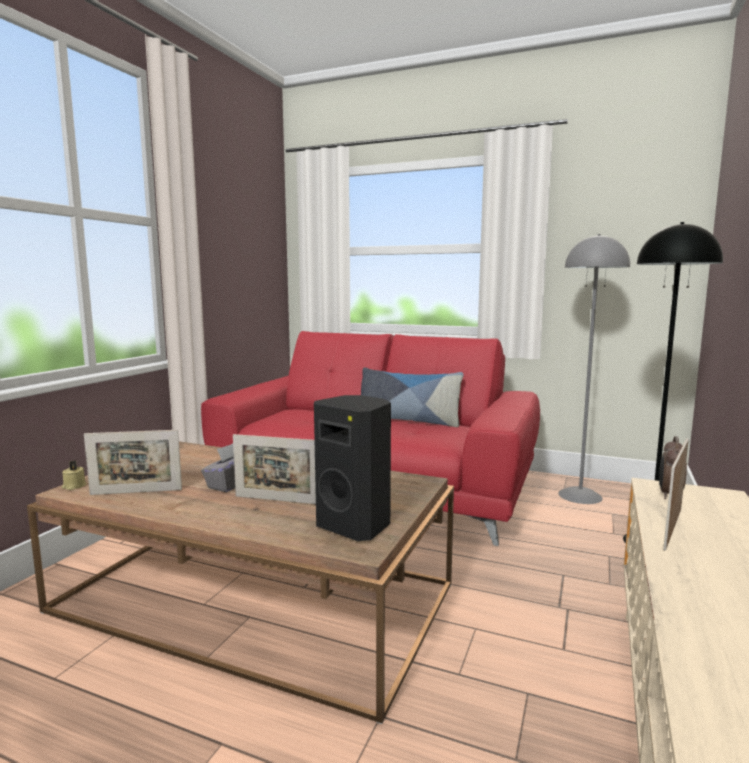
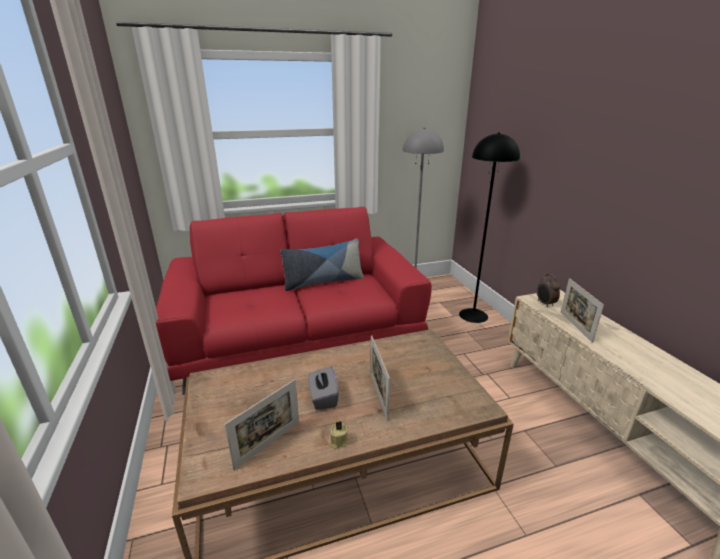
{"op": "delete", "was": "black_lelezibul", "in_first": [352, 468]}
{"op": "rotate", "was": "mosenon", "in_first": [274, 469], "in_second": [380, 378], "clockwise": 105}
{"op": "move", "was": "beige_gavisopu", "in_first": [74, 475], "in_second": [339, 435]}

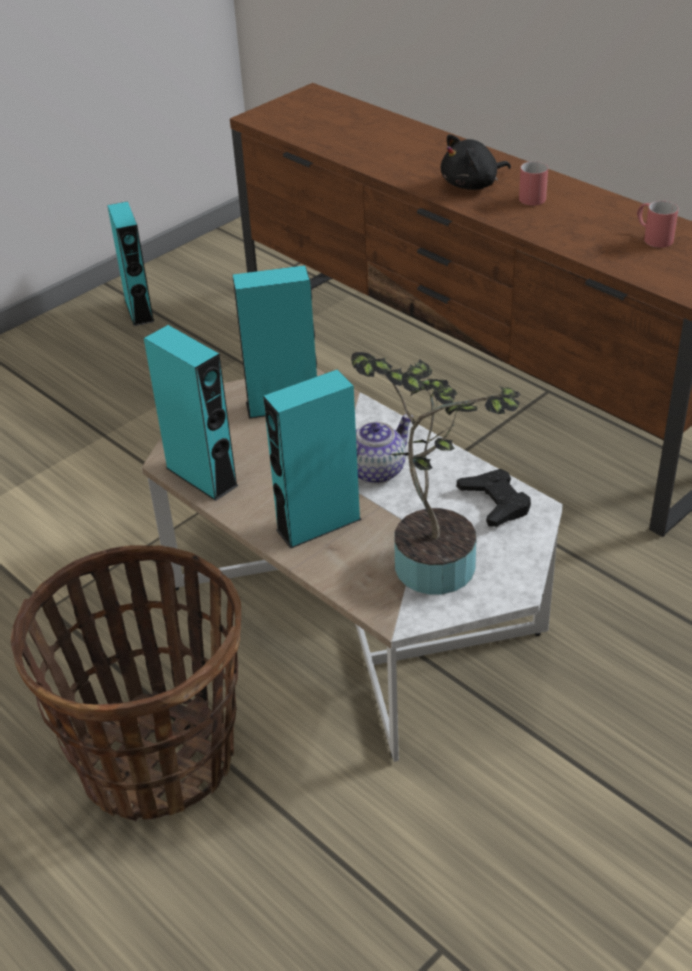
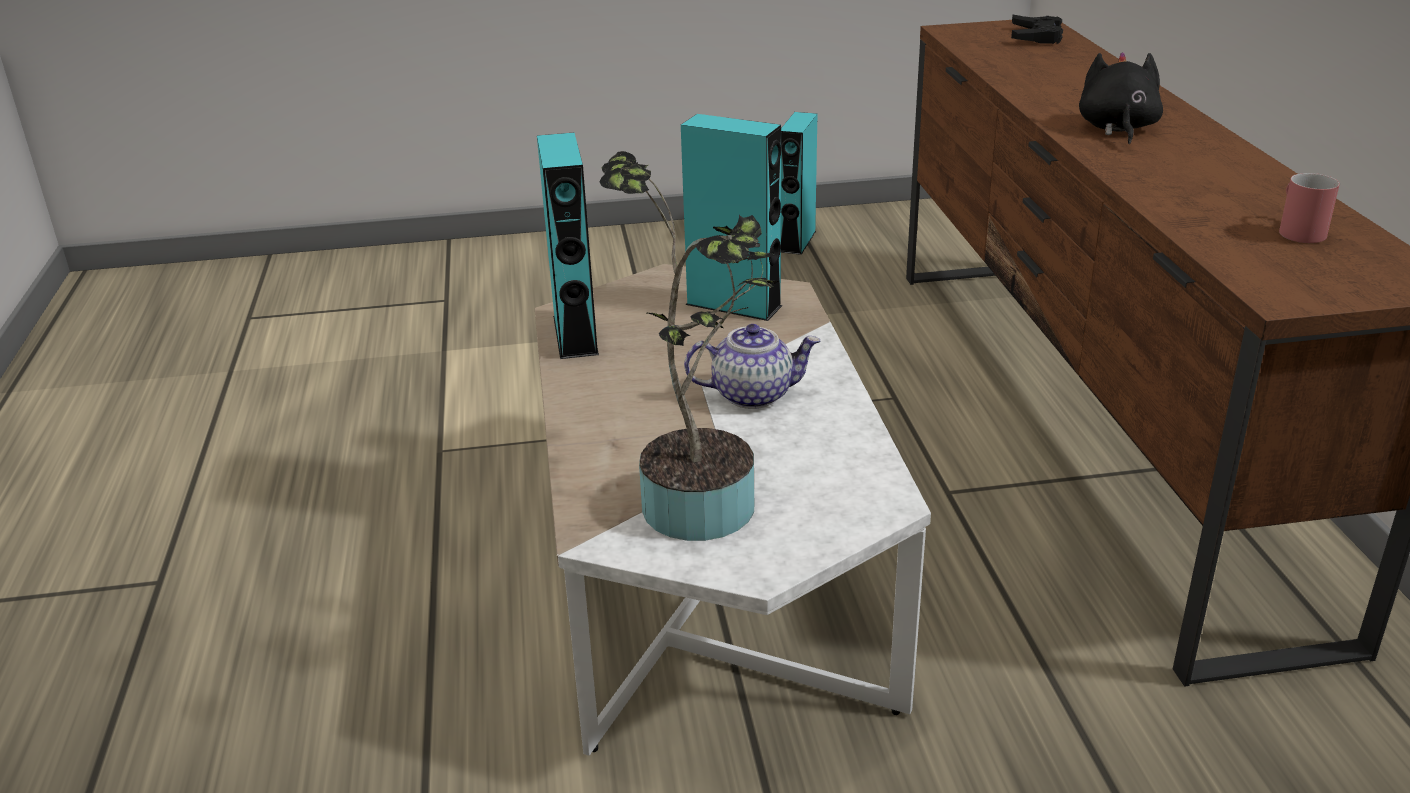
{"op": "rotate", "was": "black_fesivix", "in_first": [476, 162], "in_second": [1121, 98], "clockwise": 90}
{"op": "delete", "was": "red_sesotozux", "in_first": [533, 183]}
{"op": "delete", "was": "turquoise_lelezibul", "in_first": [312, 459]}
{"op": "move", "was": "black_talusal", "in_first": [494, 498], "in_second": [1037, 29]}
{"op": "delete", "was": "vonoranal", "in_first": [126, 683]}

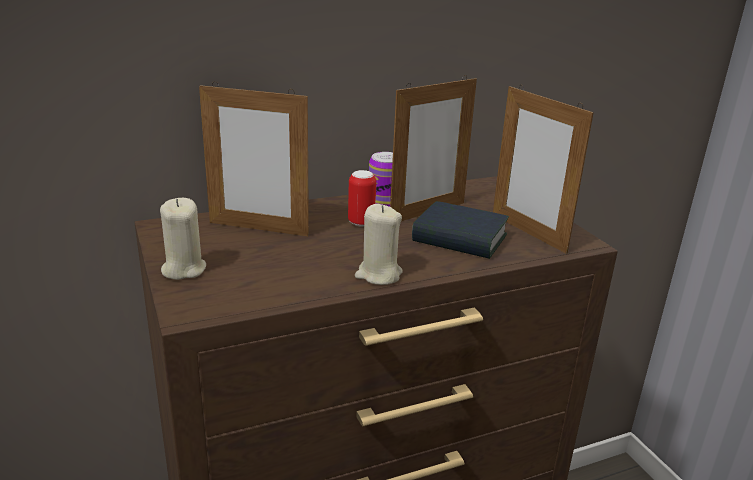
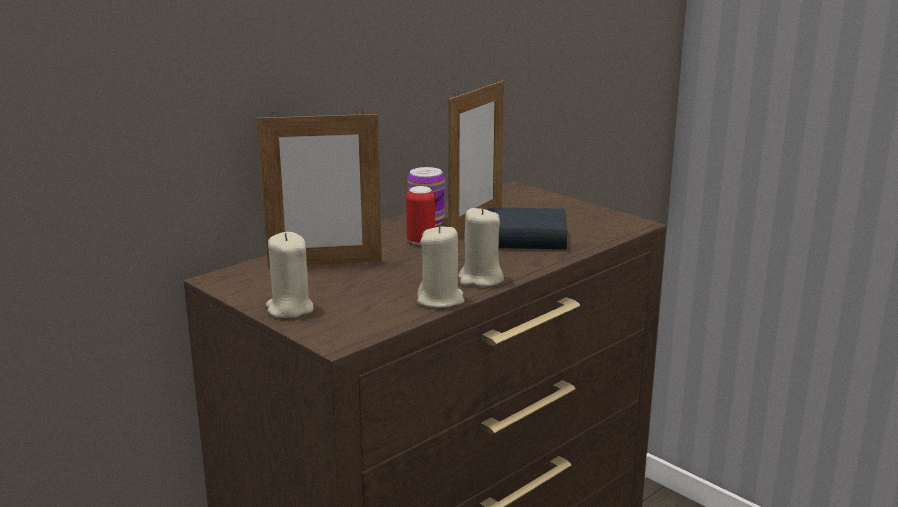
{"op": "delete", "was": "mosenon", "in_first": [543, 169]}
{"op": "insert", "now": "beige_gavisopu", "in_second": [440, 266]}

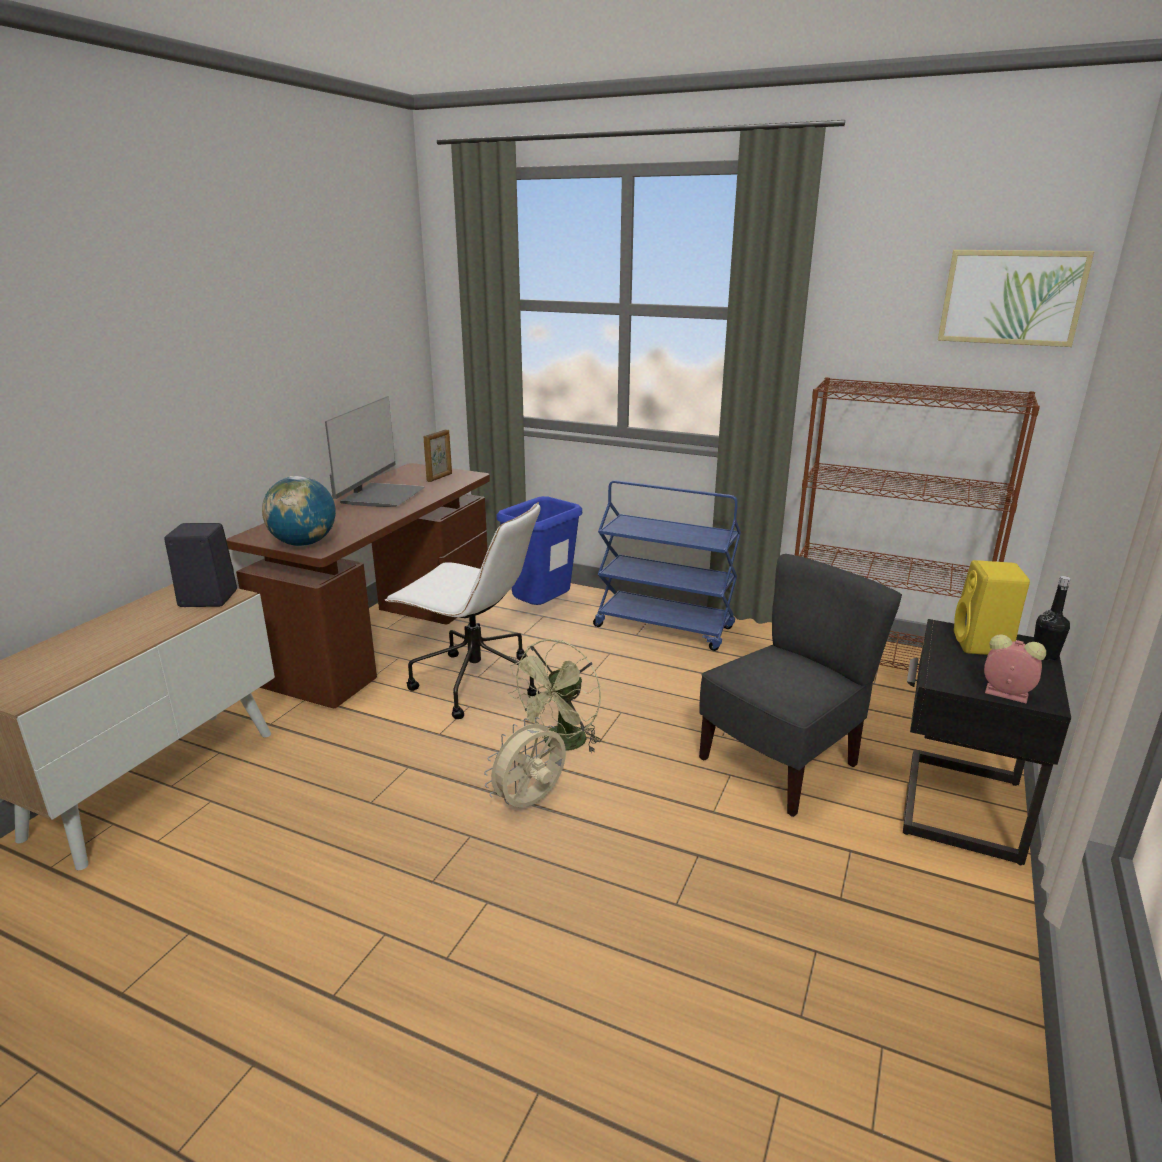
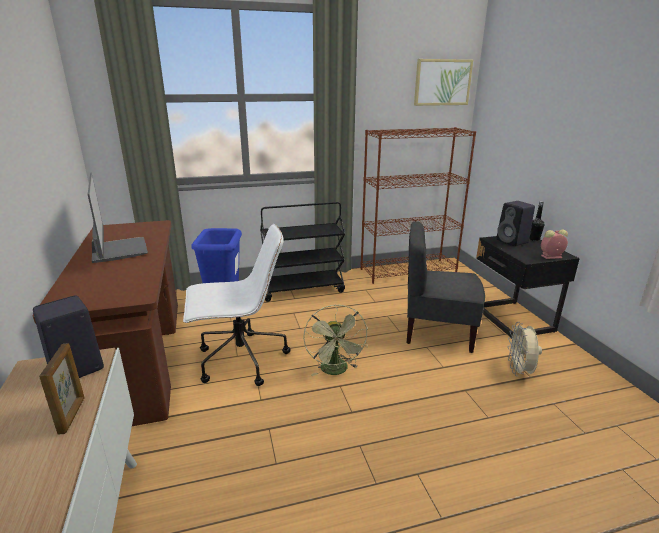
{"op": "move", "was": "mosenon", "in_first": [437, 455], "in_second": [62, 389]}
{"op": "delete", "was": "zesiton", "in_first": [299, 511]}
{"op": "recolor", "was": "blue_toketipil", "now": "black_toketipil", "in_first": [667, 565], "in_second": [302, 252]}
{"op": "rotate", "was": "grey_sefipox", "in_first": [800, 685], "in_second": [446, 287], "clockwise": -90}
{"op": "recolor", "was": "yellow_lelezibul", "now": "black_lelezibul", "in_first": [992, 607], "in_second": [515, 223]}
{"op": "move", "was": "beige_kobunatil", "in_first": [525, 762], "in_second": [524, 349]}

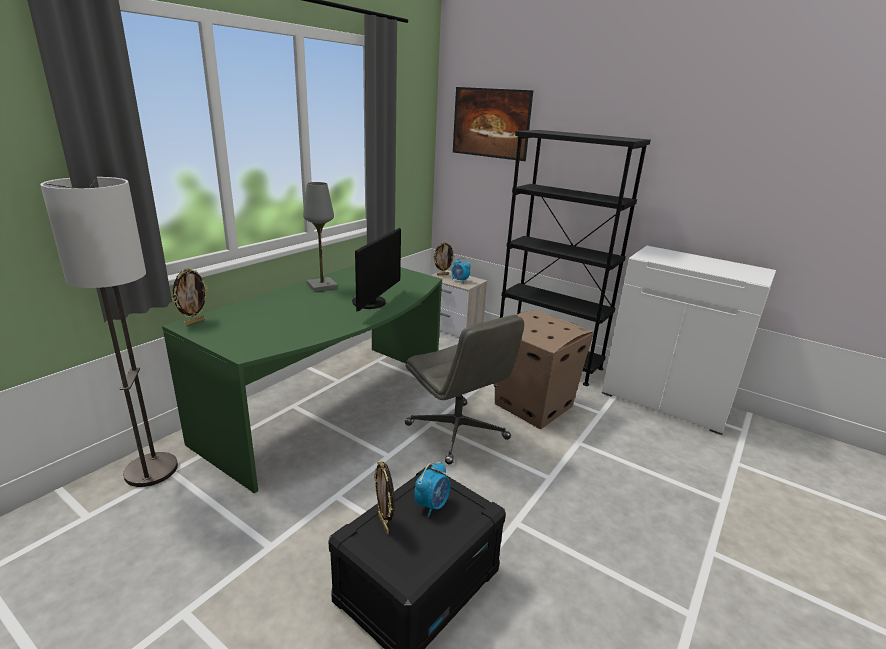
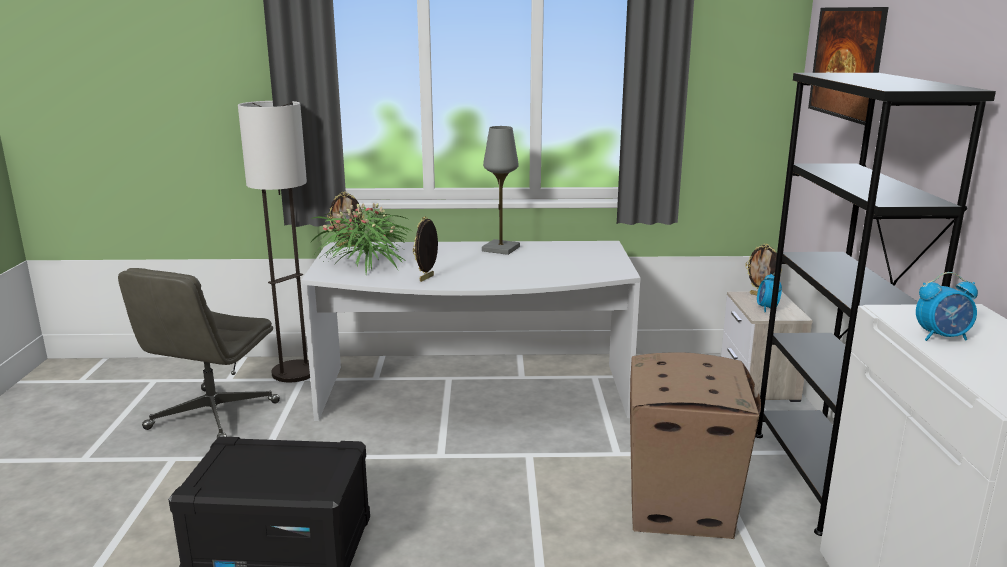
{"op": "delete", "was": "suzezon", "in_first": [376, 270]}
{"op": "recolor", "was": "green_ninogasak", "now": "white_ninogasak", "in_first": [302, 379], "in_second": [471, 331]}
{"op": "move", "was": "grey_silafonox", "in_first": [464, 389], "in_second": [199, 353]}
{"op": "move", "was": "mosenon", "in_first": [384, 497], "in_second": [425, 249]}
{"op": "move", "was": "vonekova", "in_first": [432, 489], "in_second": [947, 306]}
{"op": "insert", "now": "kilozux", "in_second": [361, 238]}

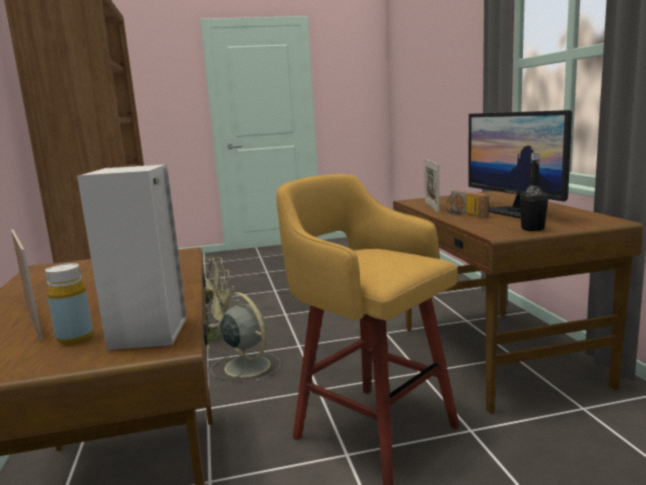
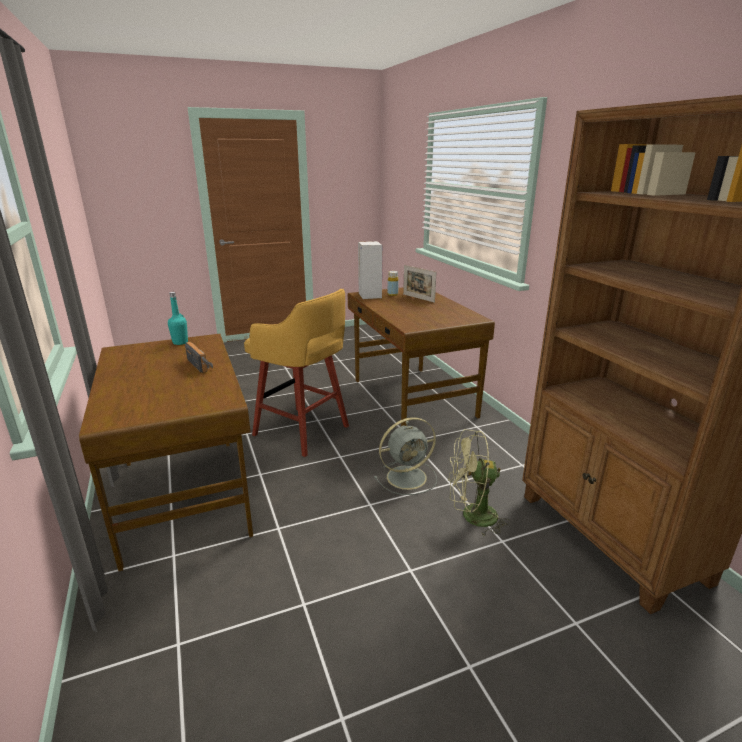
{"op": "delete", "was": "suzezon", "in_first": [520, 164]}
{"op": "recolor", "was": "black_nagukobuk", "now": "turquoise_nagukobuk", "in_first": [534, 191], "in_second": [178, 318]}
{"op": "delete", "was": "mosenon", "in_first": [432, 186]}
{"op": "rotate", "was": "grey_kobunatil", "in_first": [246, 337], "in_second": [405, 456], "clockwise": -60}

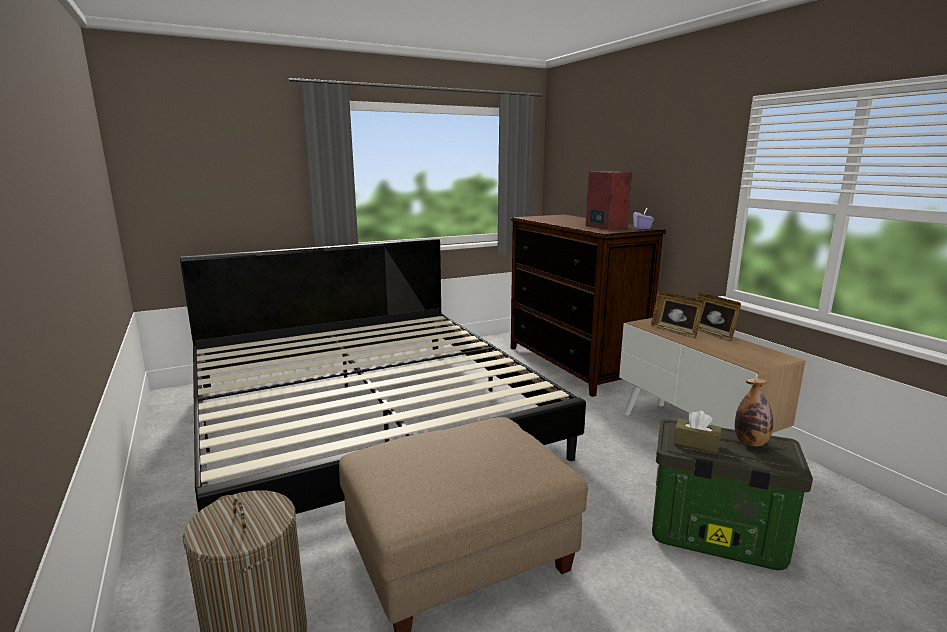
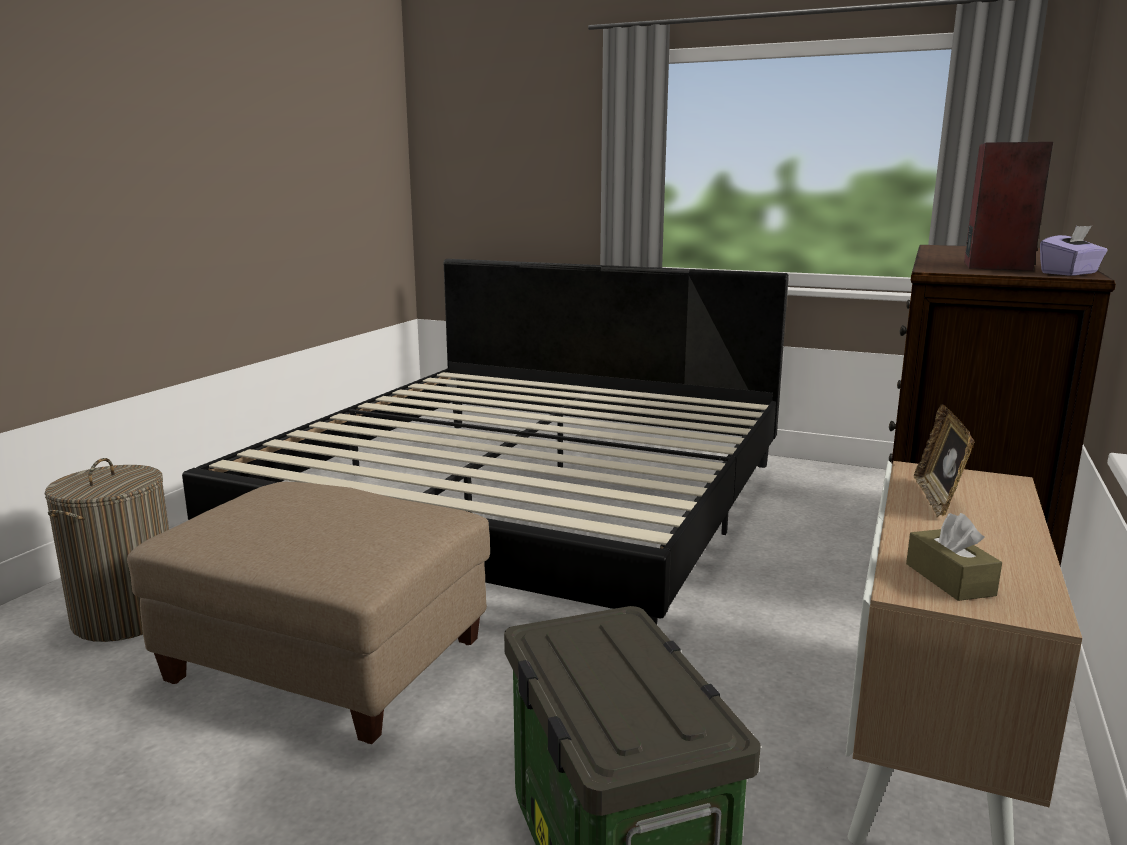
{"op": "delete", "was": "mosenon", "in_first": [718, 317]}
{"op": "delete", "was": "nagukobuk", "in_first": [754, 412]}
{"op": "move", "was": "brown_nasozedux", "in_first": [698, 432], "in_second": [954, 557]}

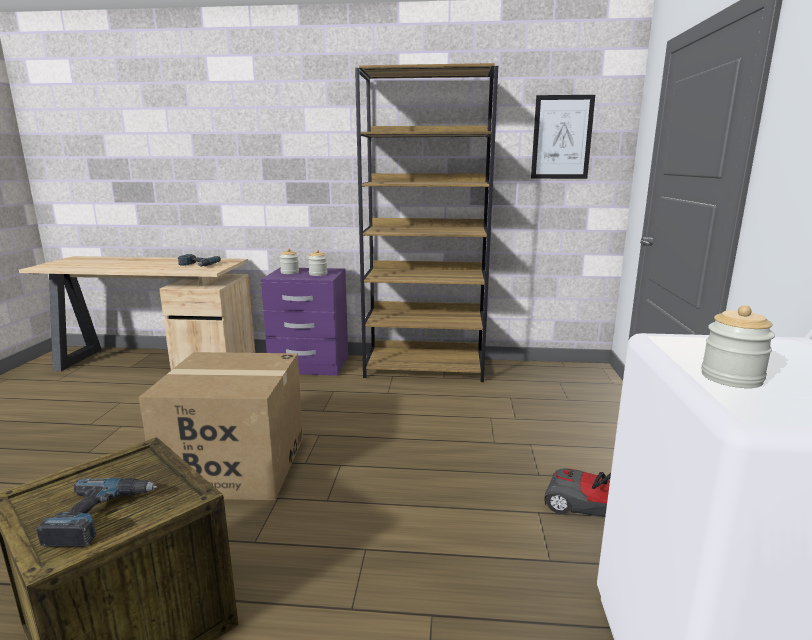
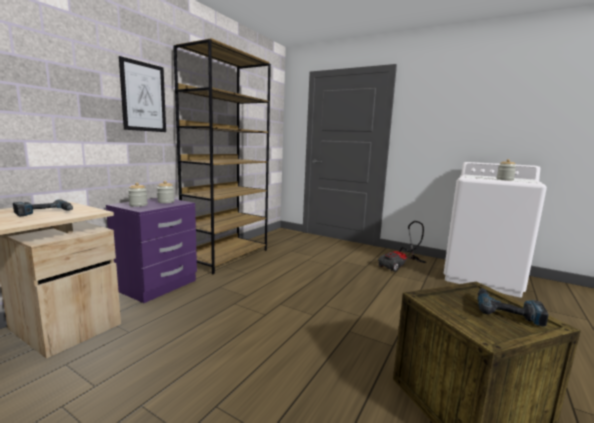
{"op": "move", "was": "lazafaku", "in_first": [563, 137], "in_second": [142, 94]}
{"op": "delete", "was": "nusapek", "in_first": [221, 426]}

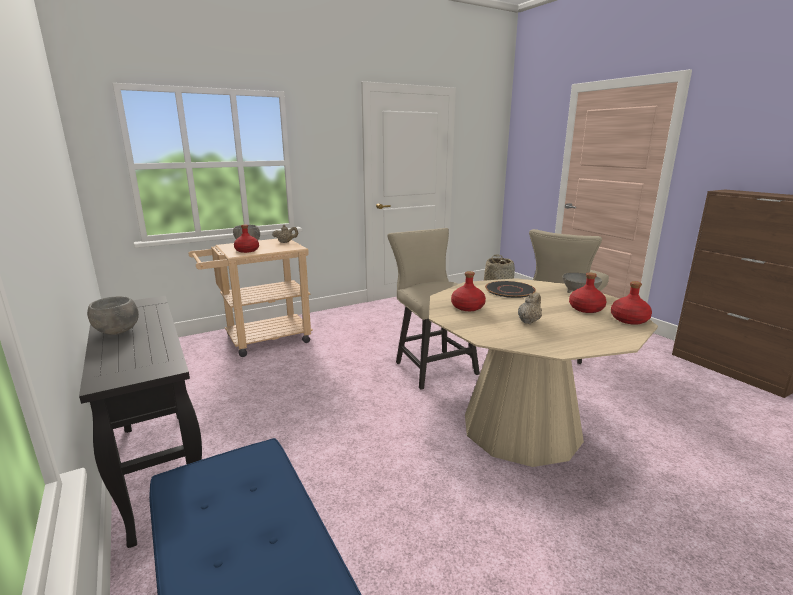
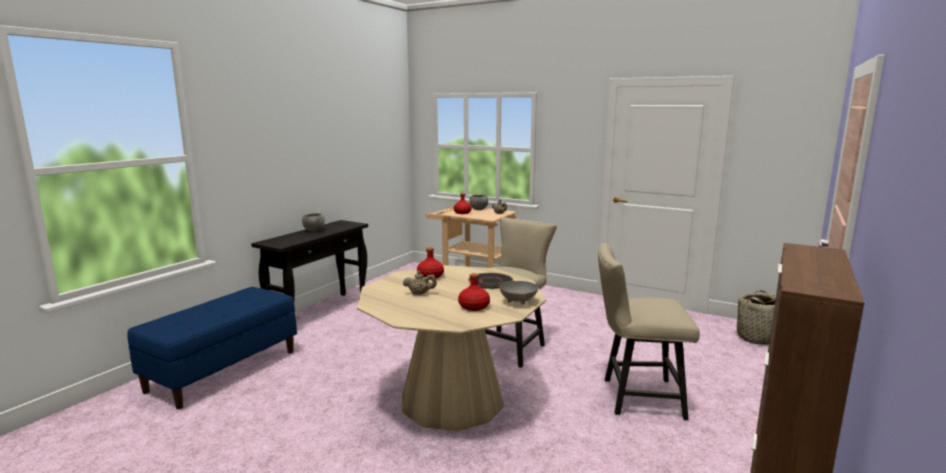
{"op": "delete", "was": "red_nagukobuk", "in_first": [631, 303]}

